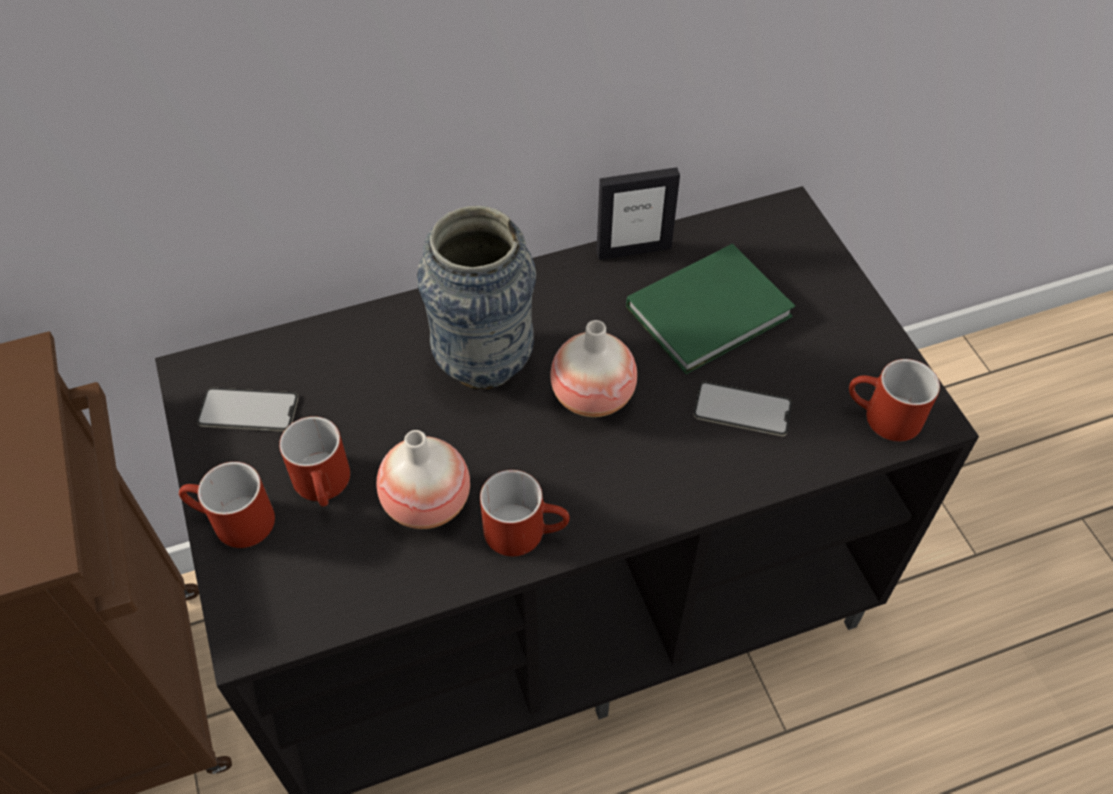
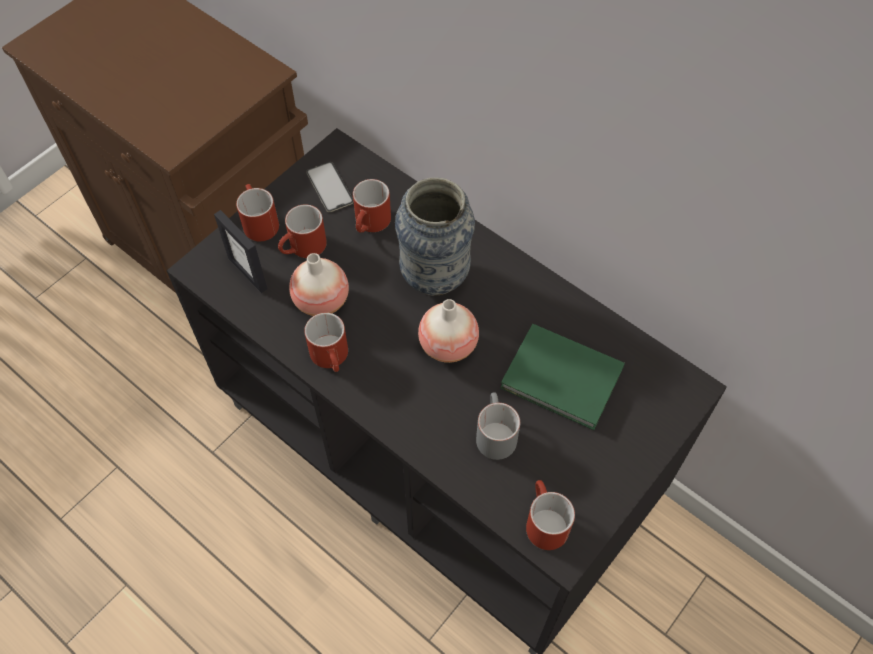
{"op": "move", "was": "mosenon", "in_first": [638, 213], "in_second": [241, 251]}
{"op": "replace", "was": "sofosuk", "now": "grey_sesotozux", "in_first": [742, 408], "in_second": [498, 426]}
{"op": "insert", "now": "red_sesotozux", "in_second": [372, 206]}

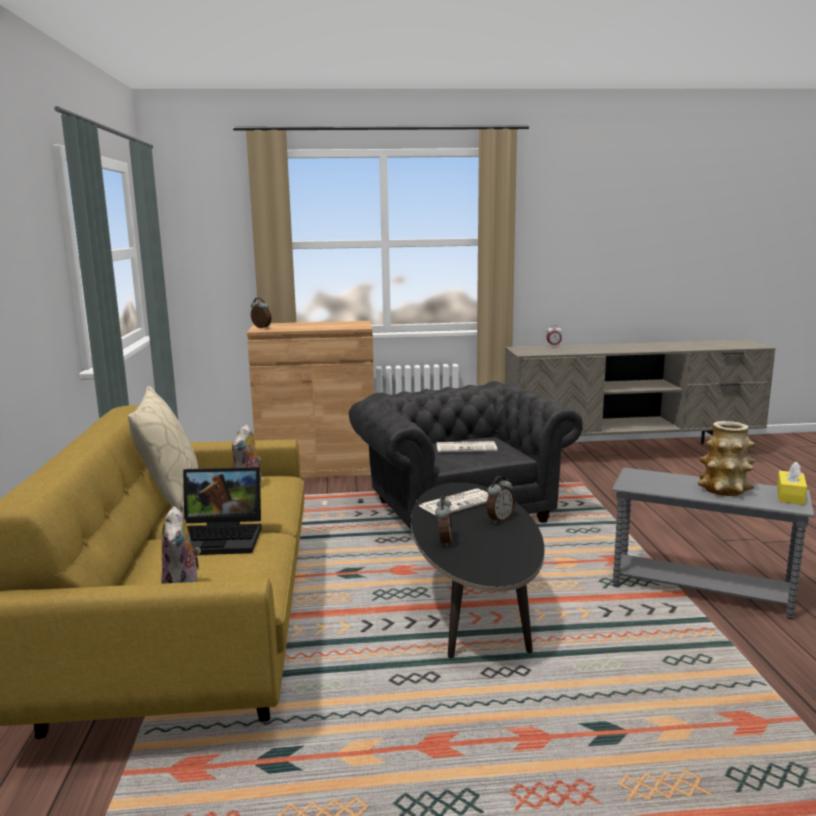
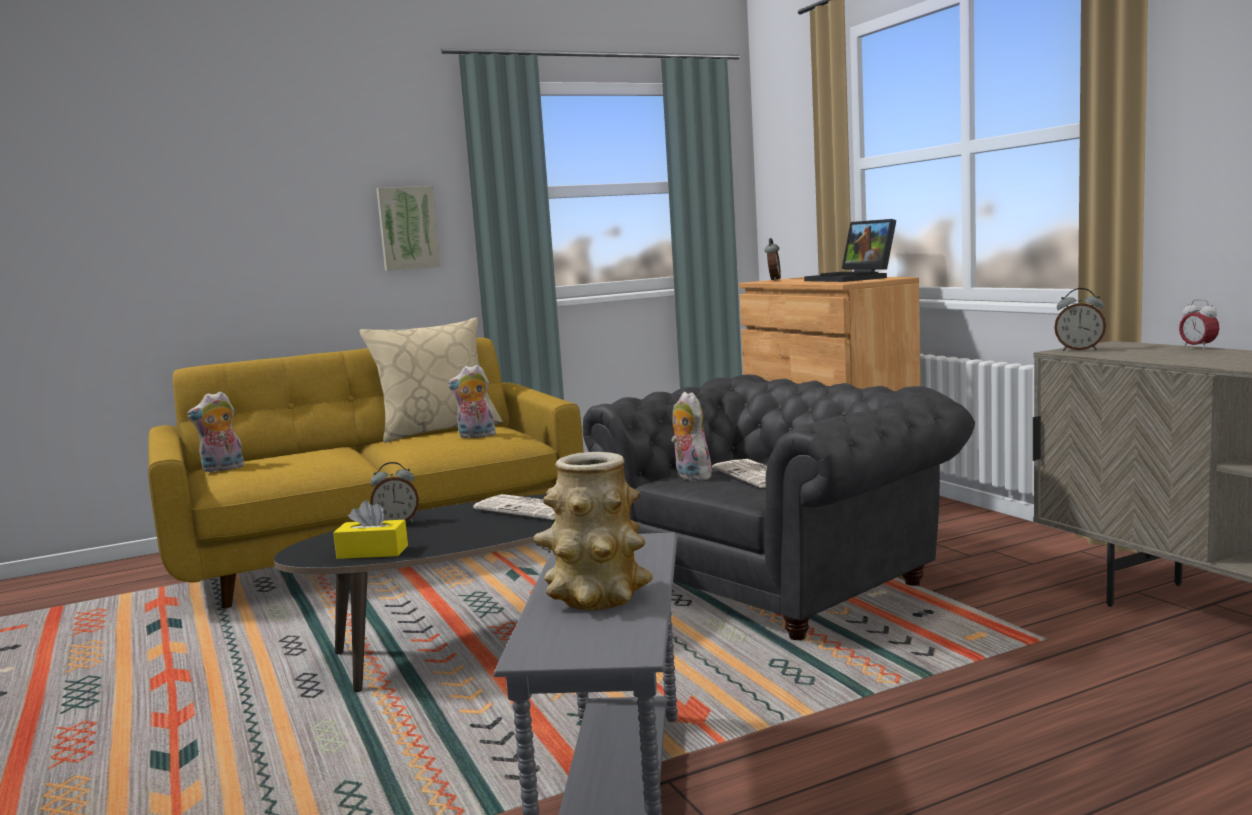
{"op": "move", "was": "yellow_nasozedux", "in_first": [792, 483], "in_second": [370, 529]}
{"op": "move", "was": "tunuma", "in_first": [222, 511], "in_second": [850, 250]}
{"op": "move", "was": "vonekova", "in_first": [500, 500], "in_second": [1080, 319]}
{"op": "insert", "now": "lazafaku", "in_second": [408, 228]}
{"op": "insert", "now": "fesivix", "in_second": [691, 436]}

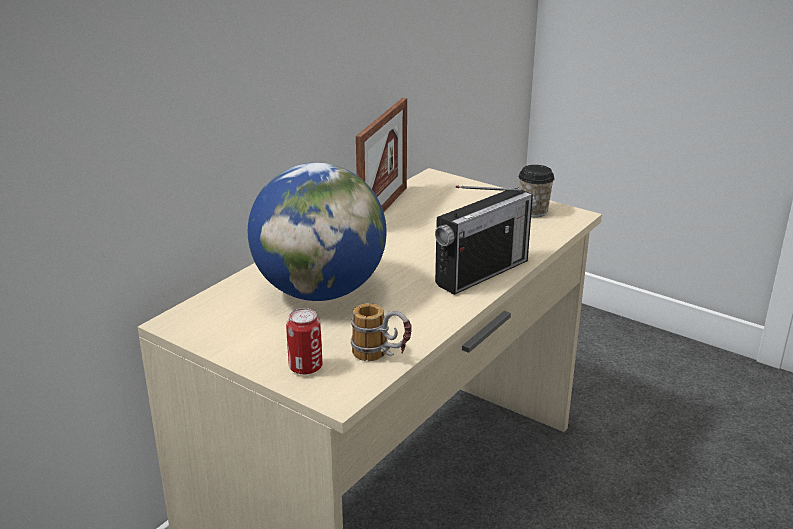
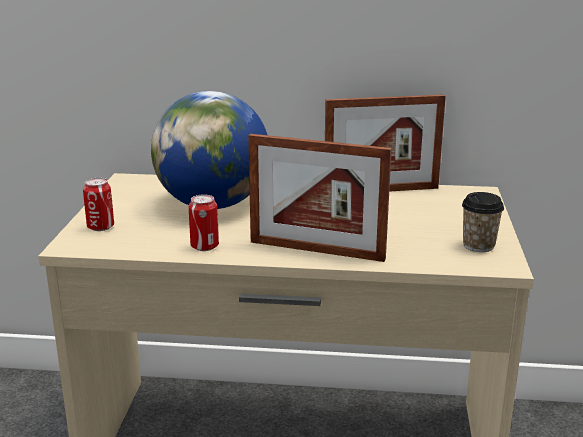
{"op": "replace", "was": "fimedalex", "now": "mosenon", "in_first": [485, 240], "in_second": [320, 198]}
{"op": "delete", "was": "sesotozux", "in_first": [381, 332]}
{"op": "insert", "now": "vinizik", "in_second": [204, 222]}

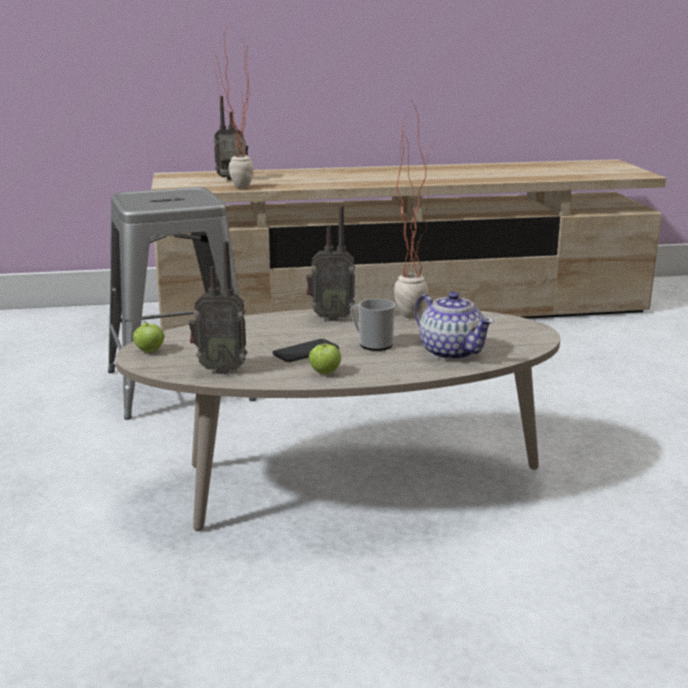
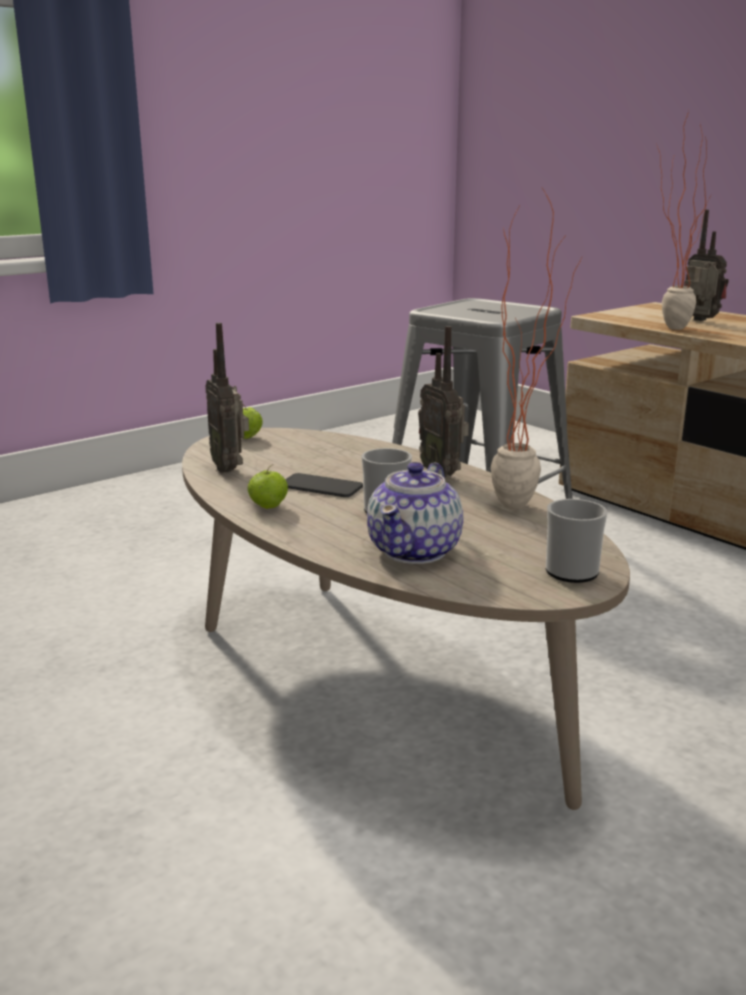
{"op": "insert", "now": "sesotozux", "in_second": [577, 541]}

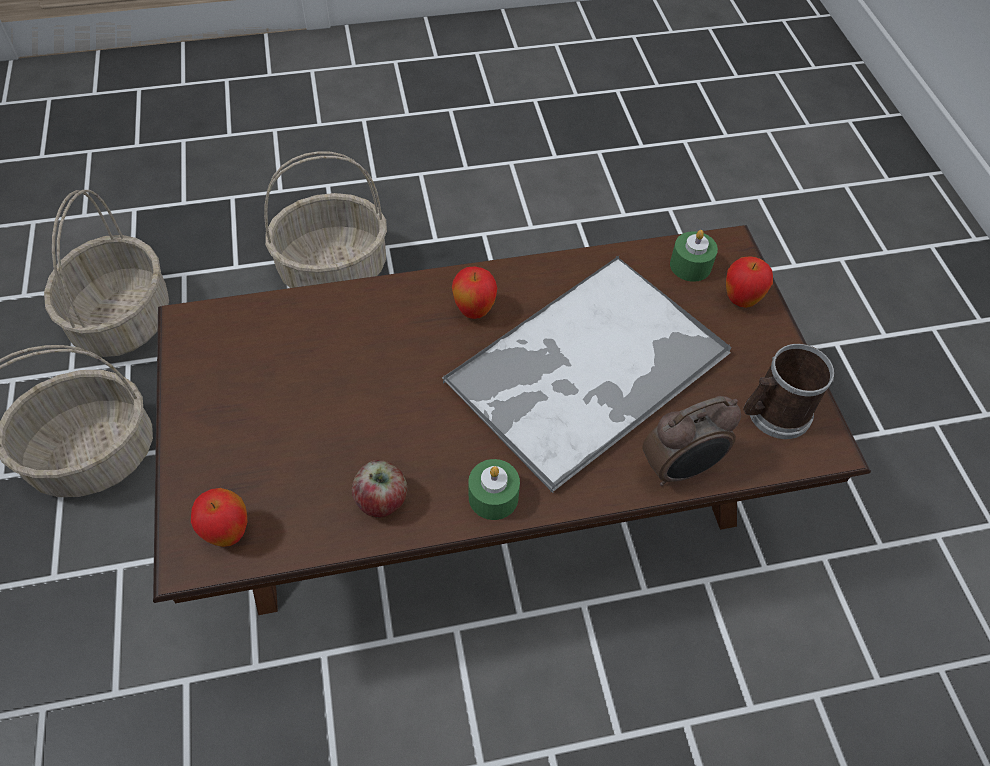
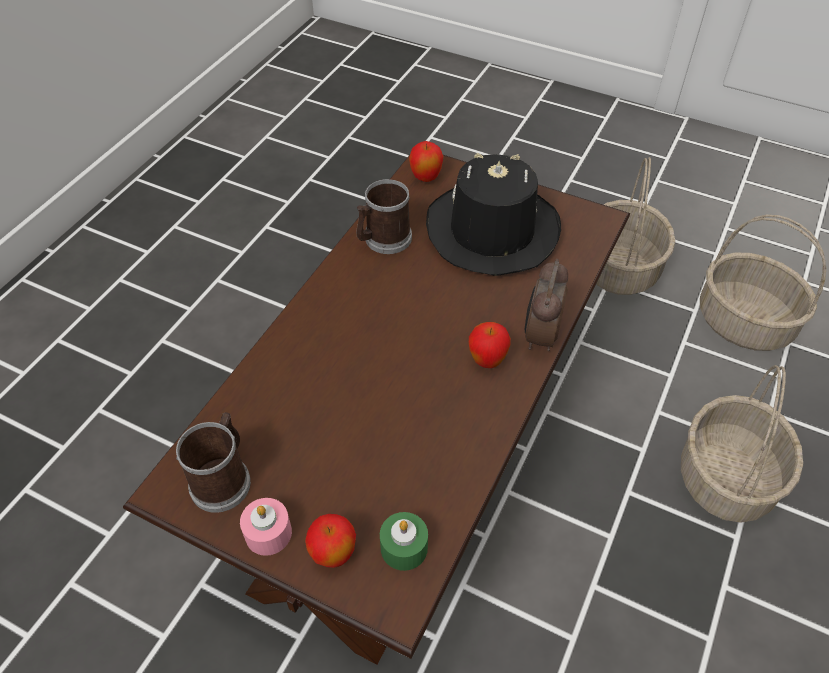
{"op": "delete", "was": "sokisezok", "in_first": [587, 374]}
{"op": "move", "was": "vonekova", "in_first": [691, 441], "in_second": [546, 305]}
{"op": "delete", "was": "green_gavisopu", "in_first": [494, 489]}
{"op": "replace", "was": "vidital", "now": "sesotozux", "in_first": [379, 489], "in_second": [384, 216]}
{"op": "insert", "now": "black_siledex", "in_second": [493, 214]}
{"op": "insert", "now": "pink_gavisopu", "in_second": [266, 527]}

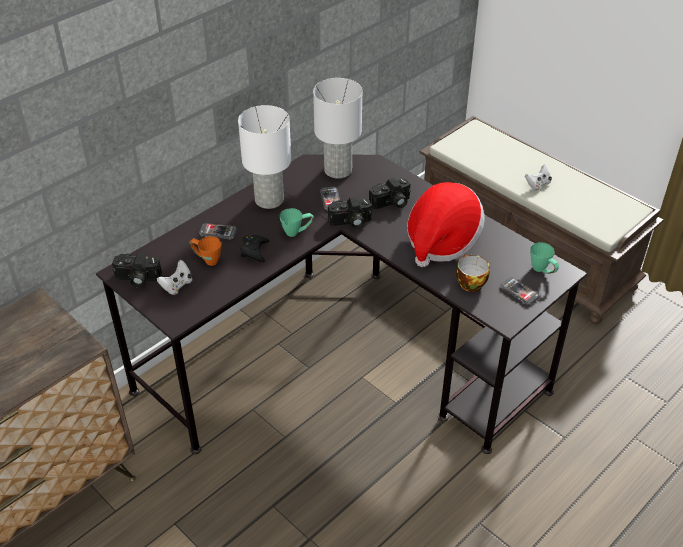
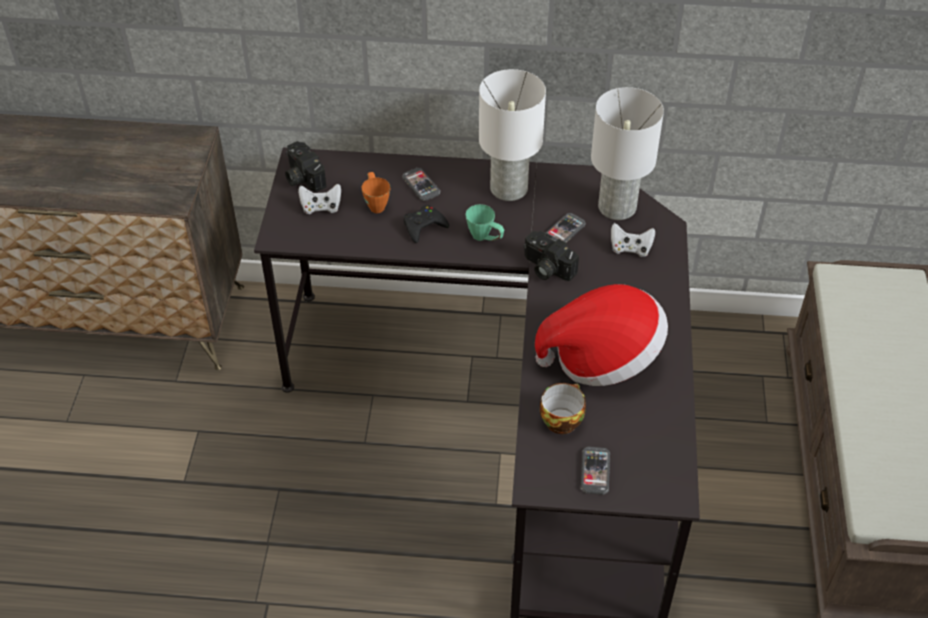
{"op": "move", "was": "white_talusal", "in_first": [538, 177], "in_second": [633, 240]}
{"op": "delete", "was": "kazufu", "in_first": [390, 193]}
{"op": "delete", "was": "green_sesotozux", "in_first": [544, 258]}

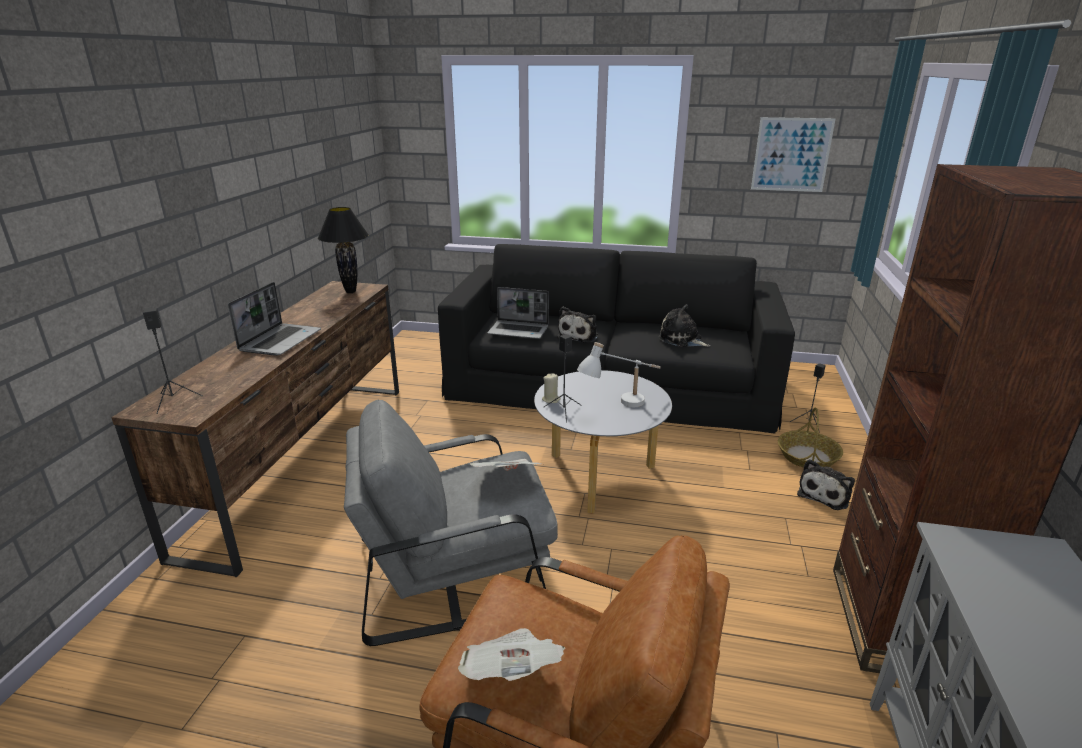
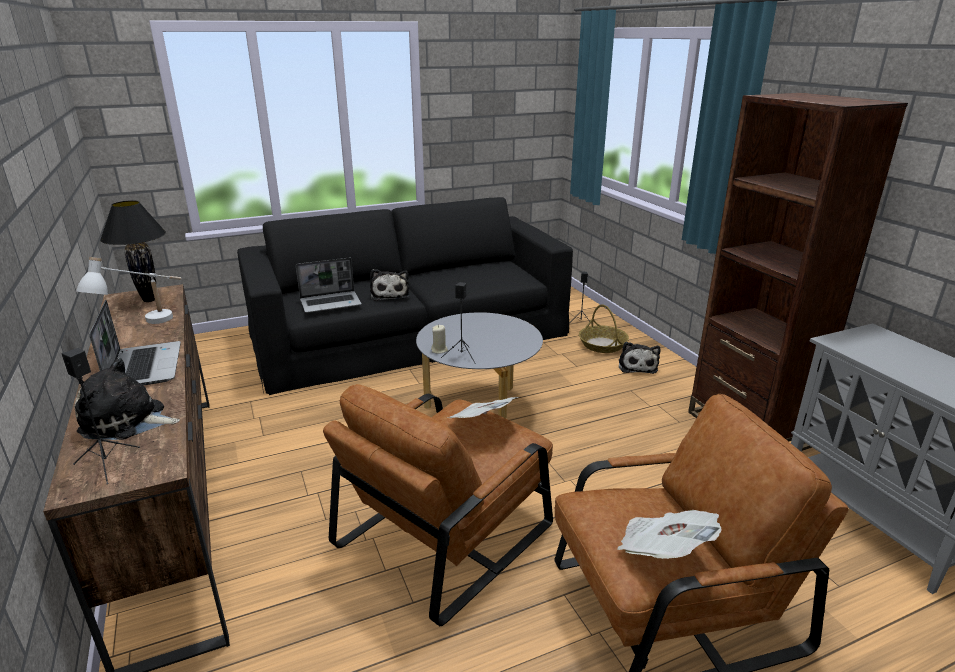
{"op": "delete", "was": "lazafaku", "in_first": [793, 154]}
{"op": "move", "was": "fesivix", "in_first": [684, 325], "in_second": [127, 399]}
{"op": "move", "was": "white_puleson", "in_first": [619, 374], "in_second": [129, 290]}
{"op": "recolor", "was": "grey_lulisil", "now": "brown_lulisil", "in_first": [451, 522], "in_second": [438, 505]}

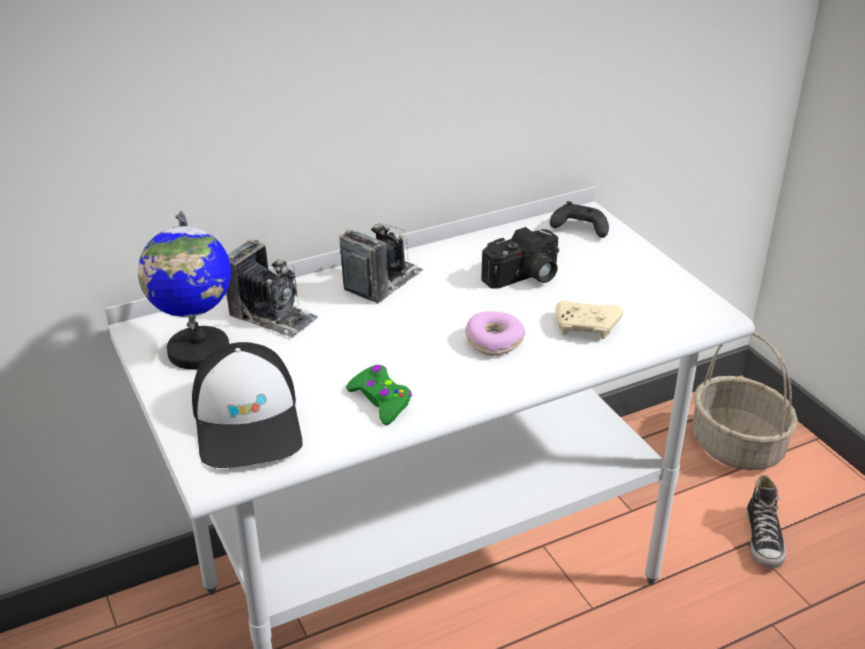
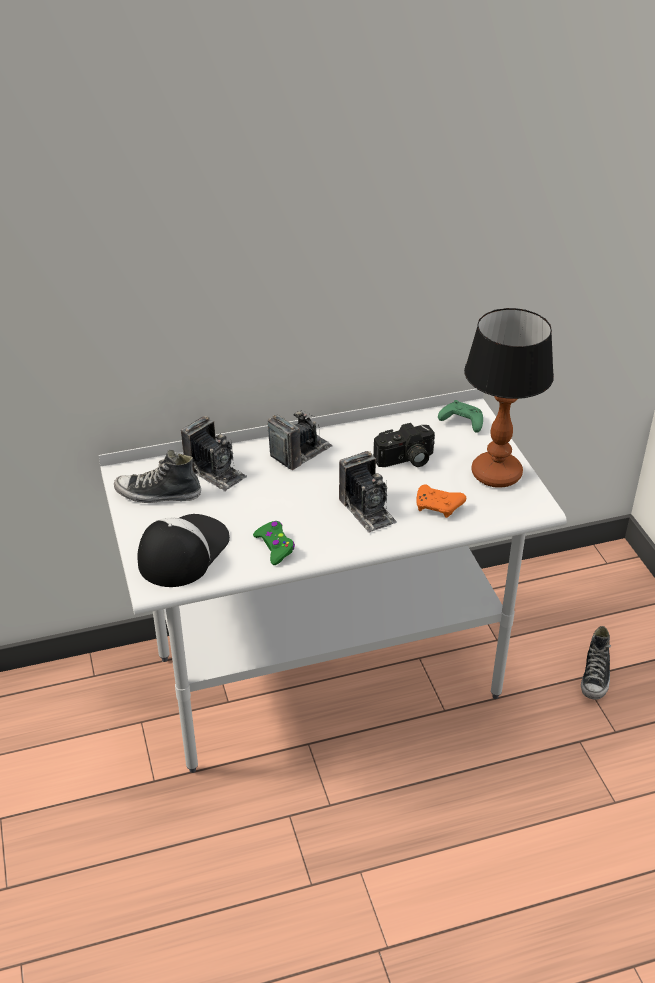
{"op": "recolor", "was": "black_talusal", "now": "green_talusal", "in_first": [579, 219], "in_second": [460, 416]}
{"op": "replace", "was": "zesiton", "now": "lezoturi", "in_first": [184, 290], "in_second": [157, 476]}
{"op": "recolor", "was": "beige_talusal", "now": "orange_talusal", "in_first": [589, 320], "in_second": [441, 501]}
{"op": "replace", "was": "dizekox", "now": "kazufu", "in_first": [495, 333], "in_second": [368, 492]}
{"op": "delete", "was": "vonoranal", "in_first": [745, 401]}
{"op": "rotate", "was": "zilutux", "in_first": [247, 405], "in_second": [183, 550], "clockwise": -150}
{"op": "insert", "now": "puleson", "in_second": [509, 398]}

